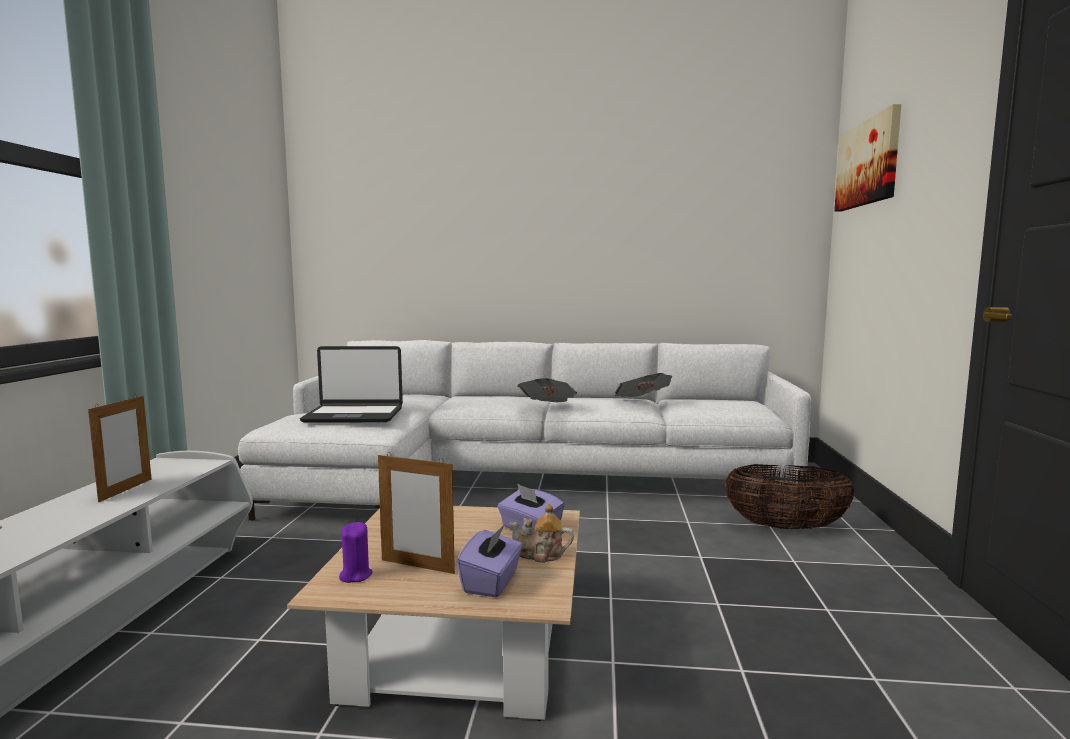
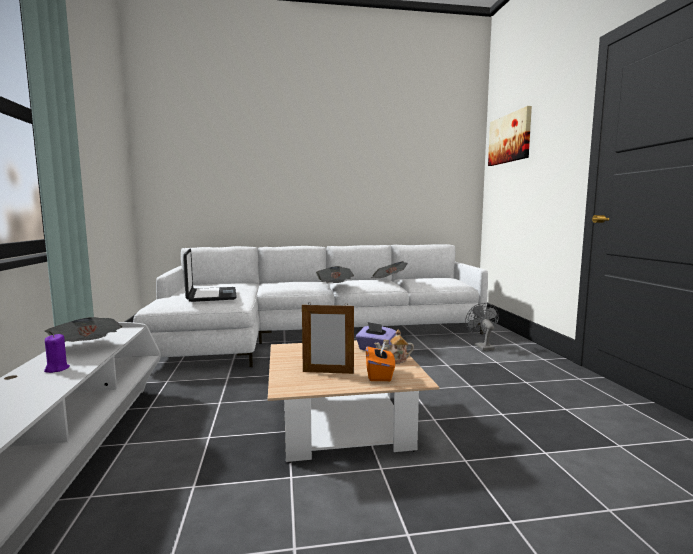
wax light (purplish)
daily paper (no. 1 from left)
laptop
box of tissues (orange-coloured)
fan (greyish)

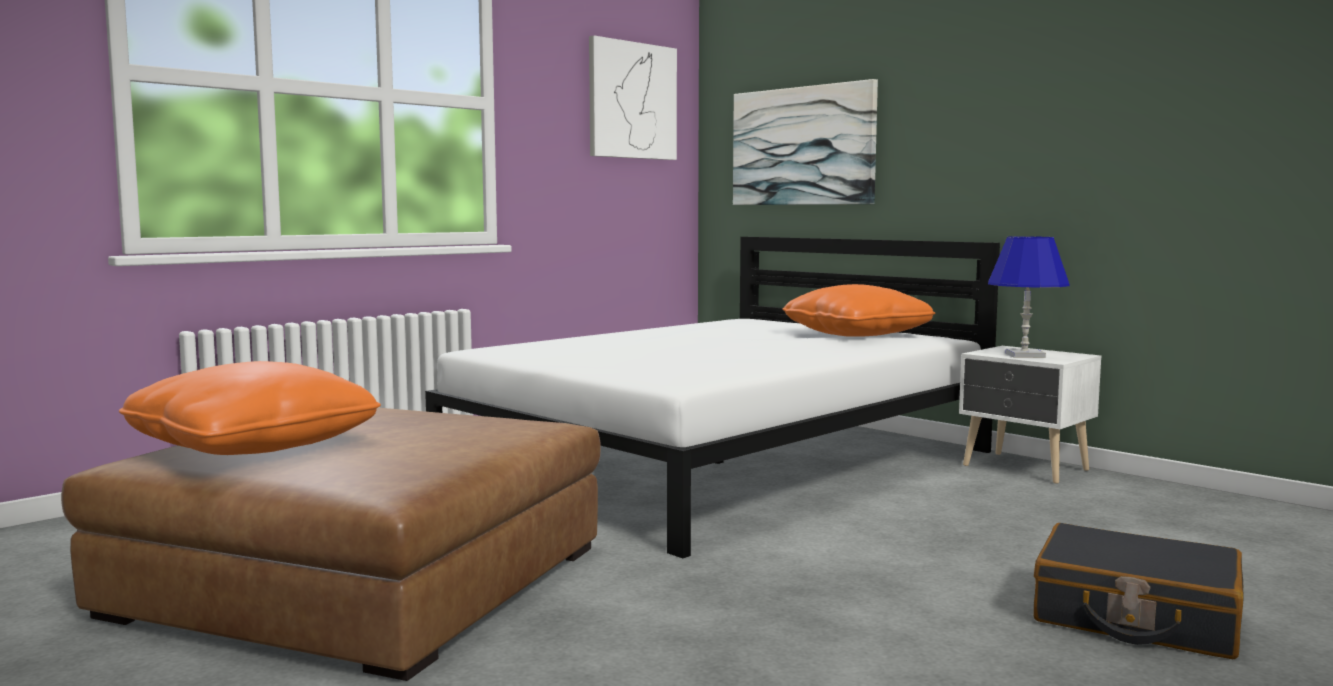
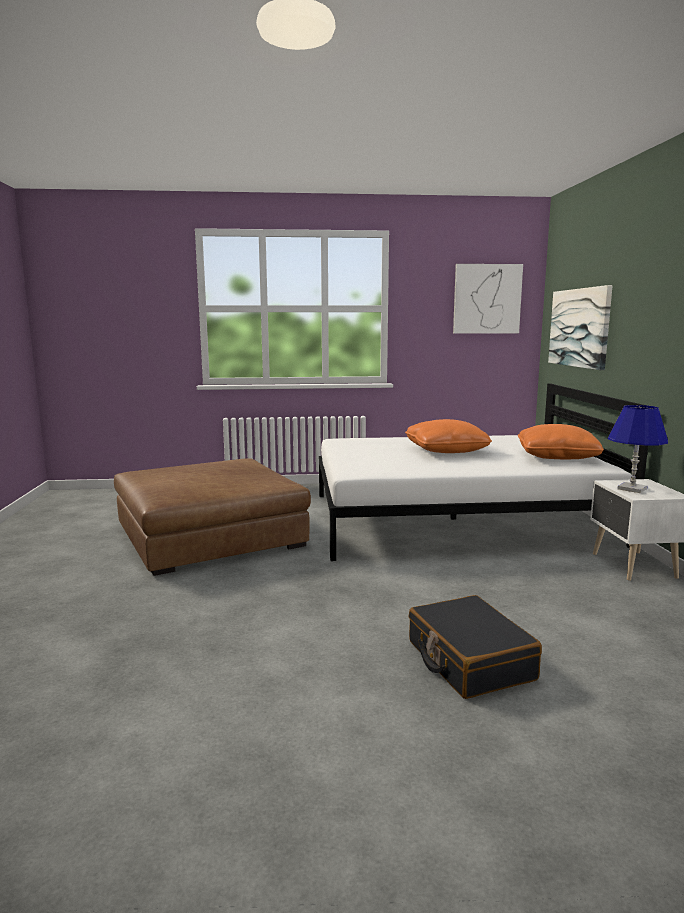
throw pillow (orange-coloured) (no. 1 from left)

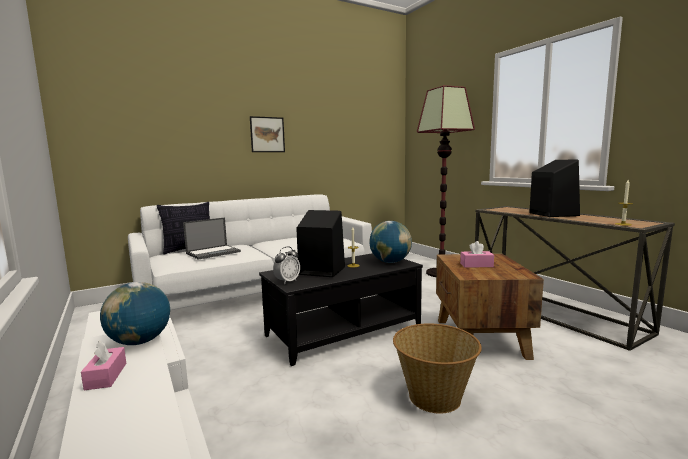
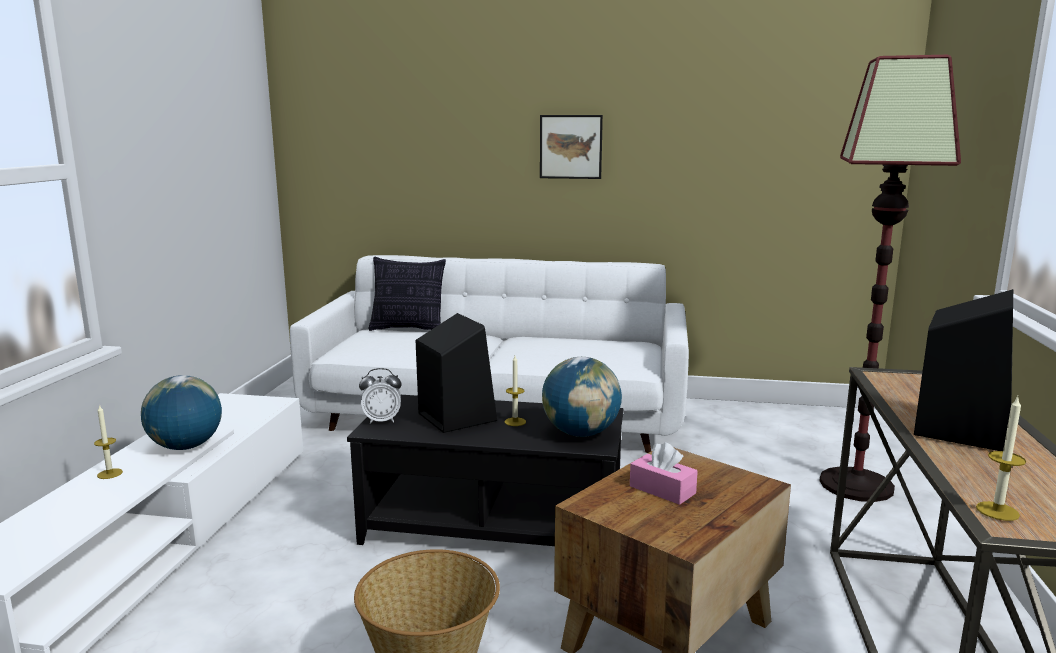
wax light (no. 1 from left)
laptop

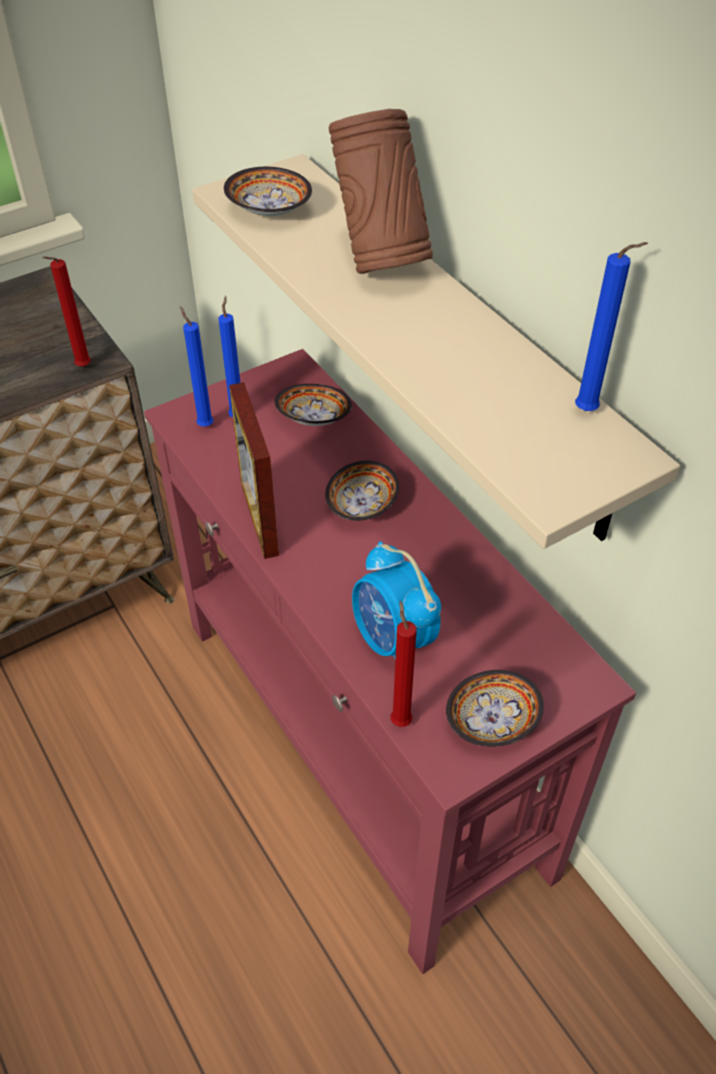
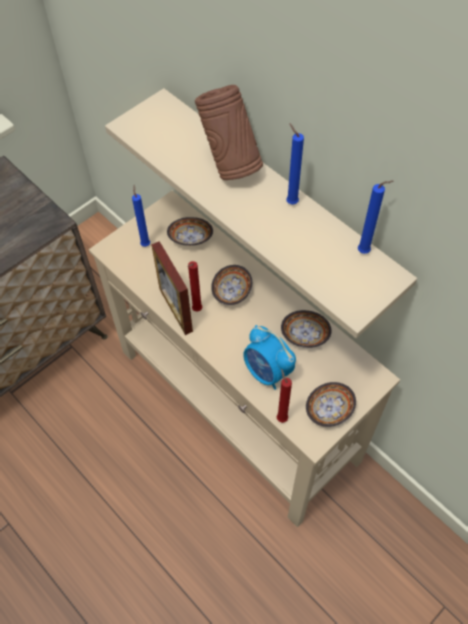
hall table (beige)
wax light (reddish) (no. 1 from left)
deep dish (no. 3 from left)
wax light (bluish) (no. 2 from left)

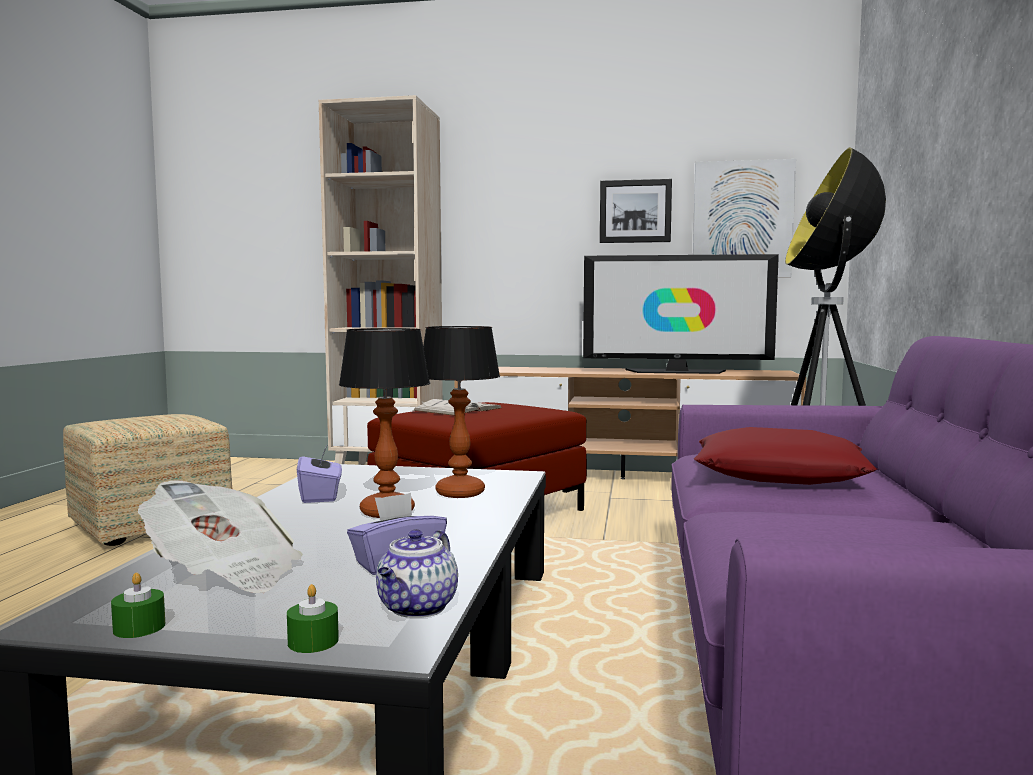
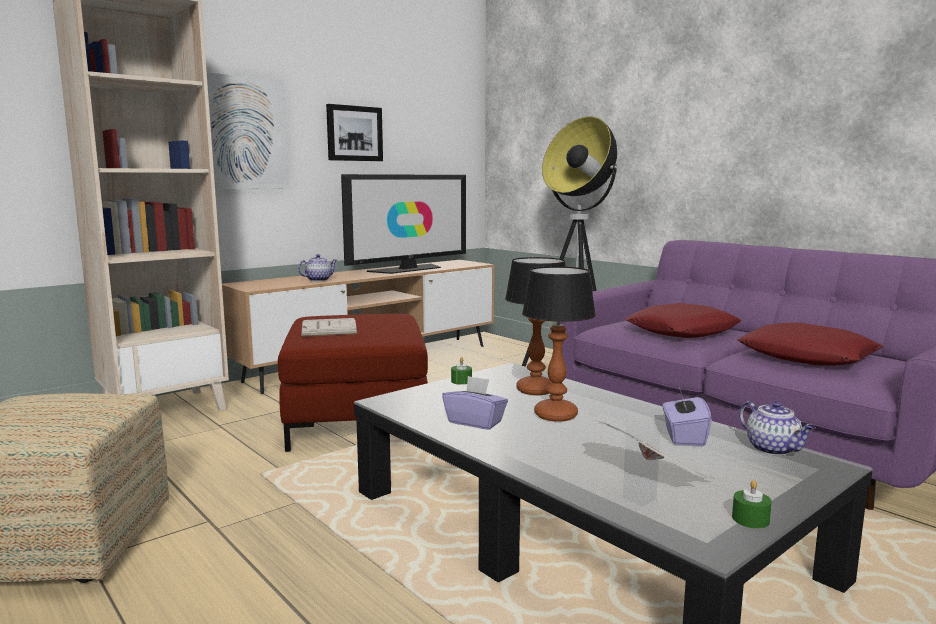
picture (no. 1 from left)
pot for tea (no. 1 from left)
wax light (green-coloured) (no. 1 from left)
throw pillow (reddish) (no. 2 from left)

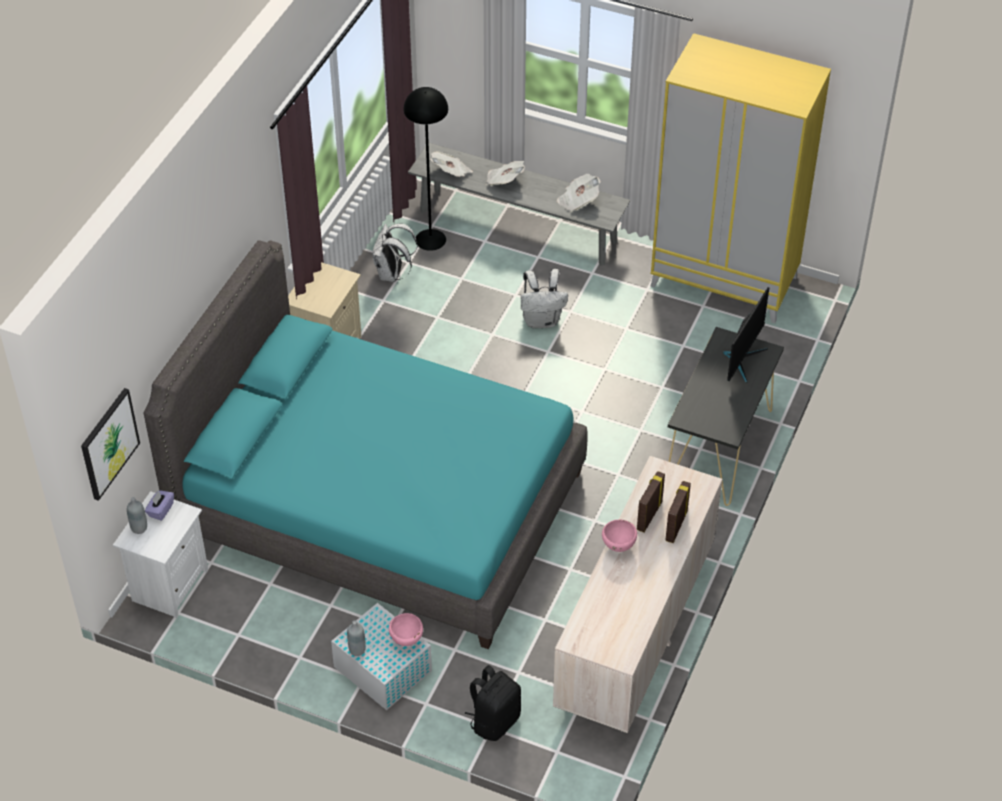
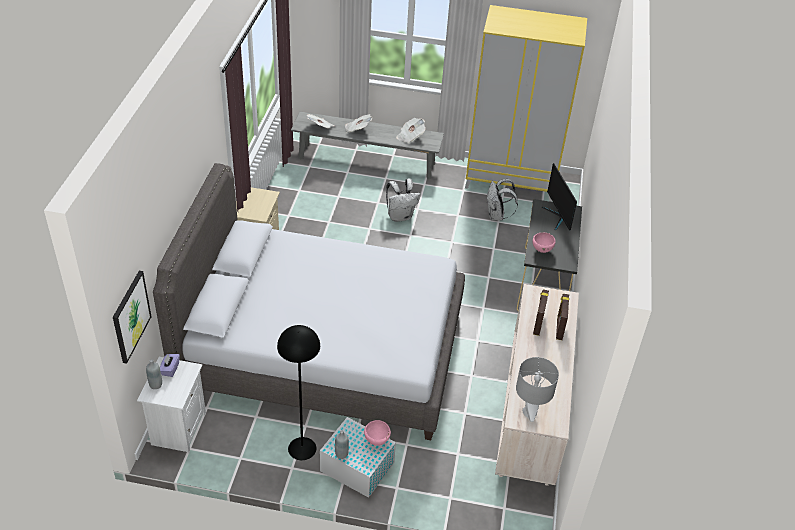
bed (greyish)
standing lamp (blackish)
knapsack (white) (no. 2 from left)
table lamp (greyish)
deep dish (pink) (no. 2 from left)
computer display
knapsack (blackish)

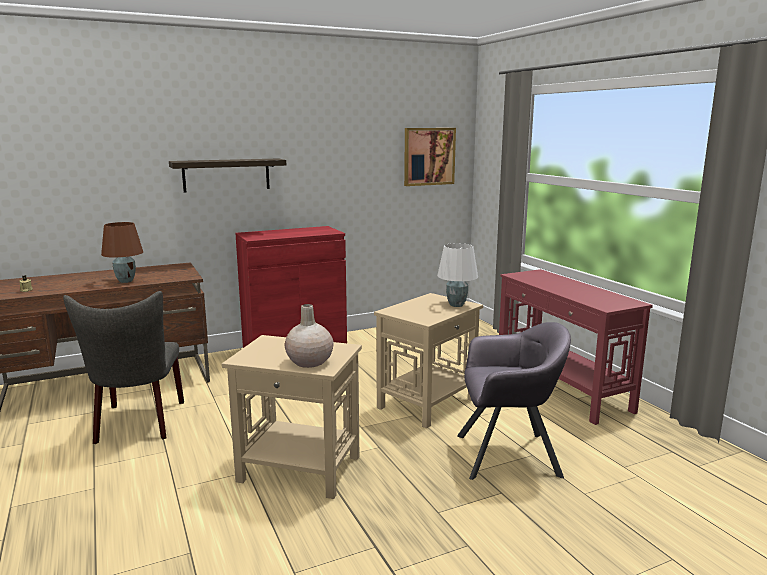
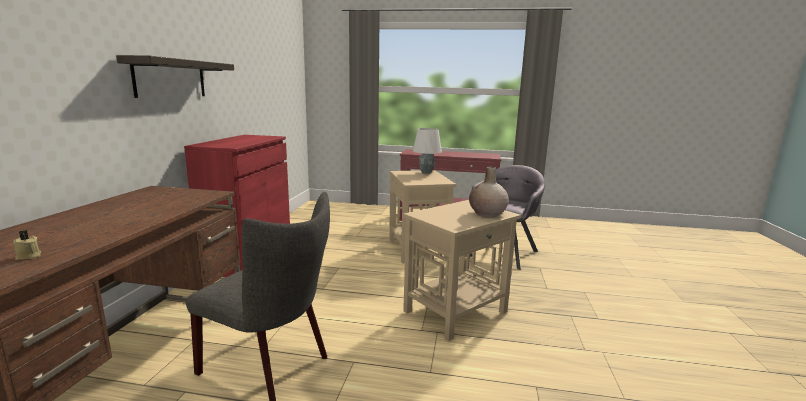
table lamp (brownish)
picture

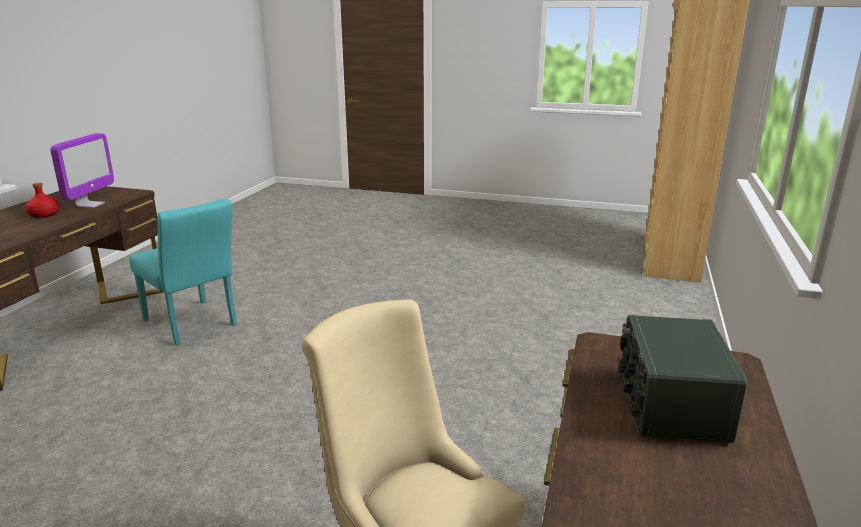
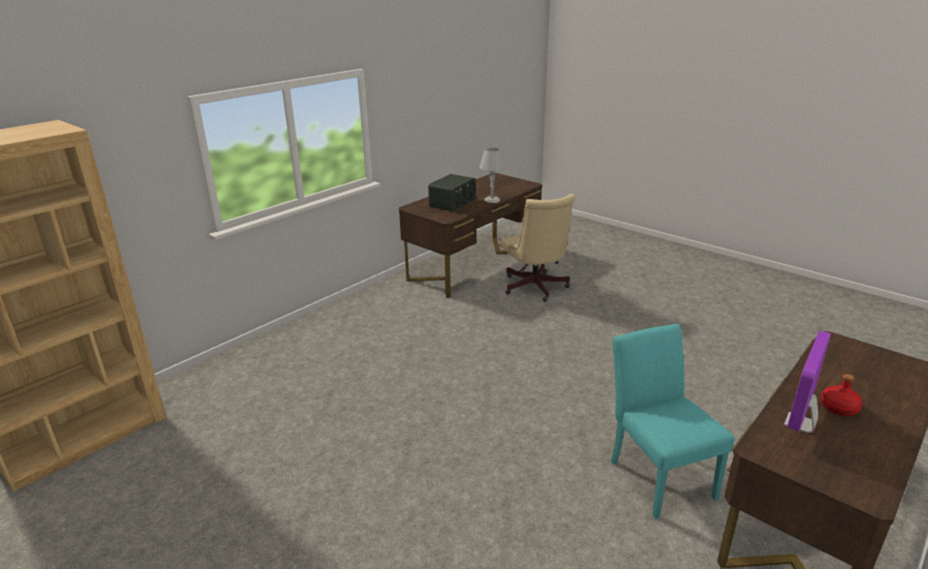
table lamp (greyish)

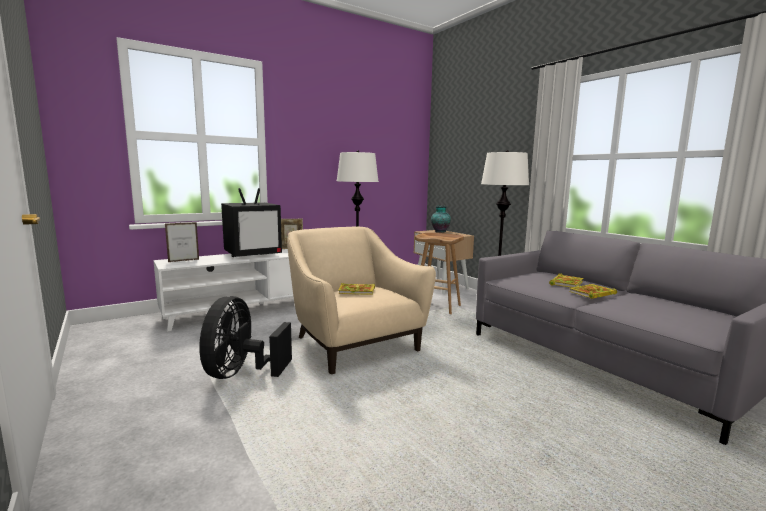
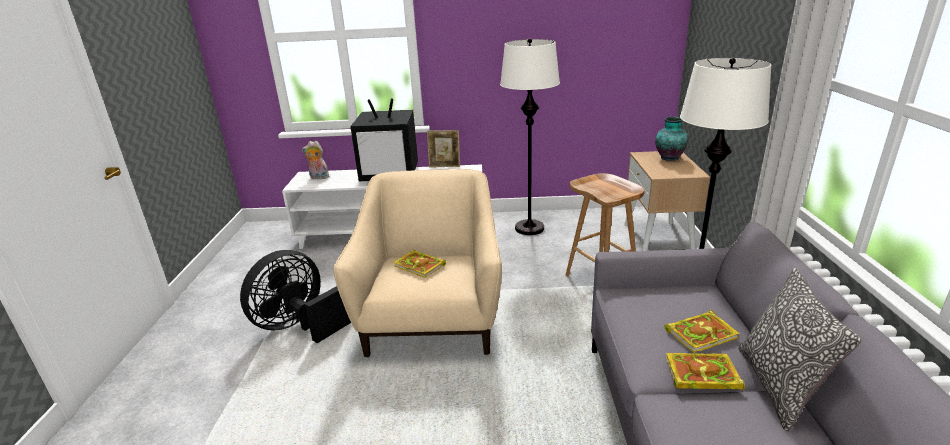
plush toy
throw pillow

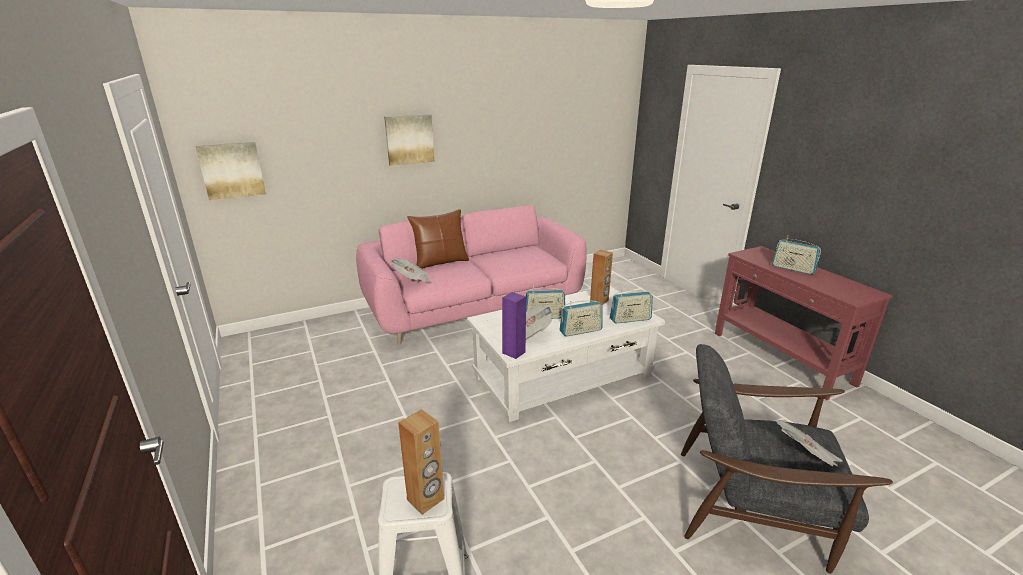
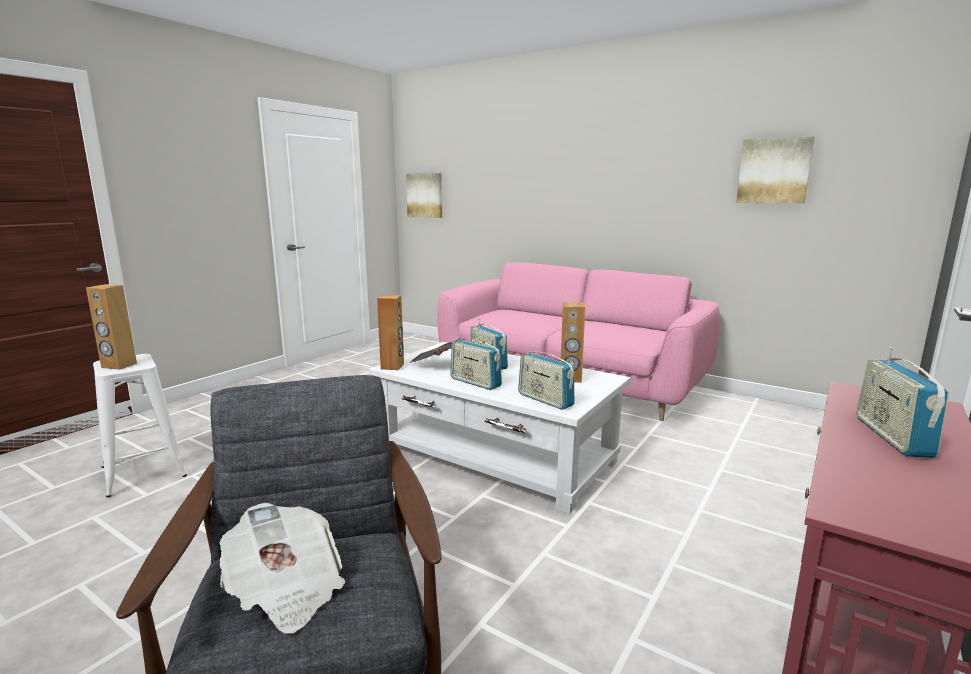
speaker (brownish) (no. 2 from left)
picture (no. 2 from left)
daily paper (no. 1 from left in the first image)
throw pillow (brownish)

